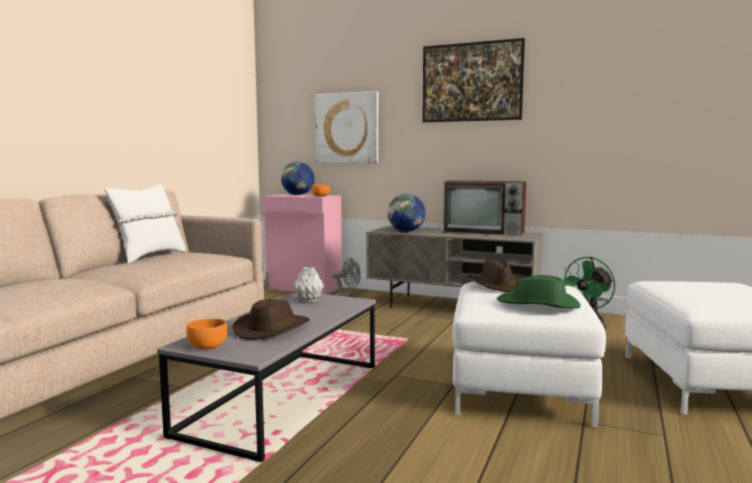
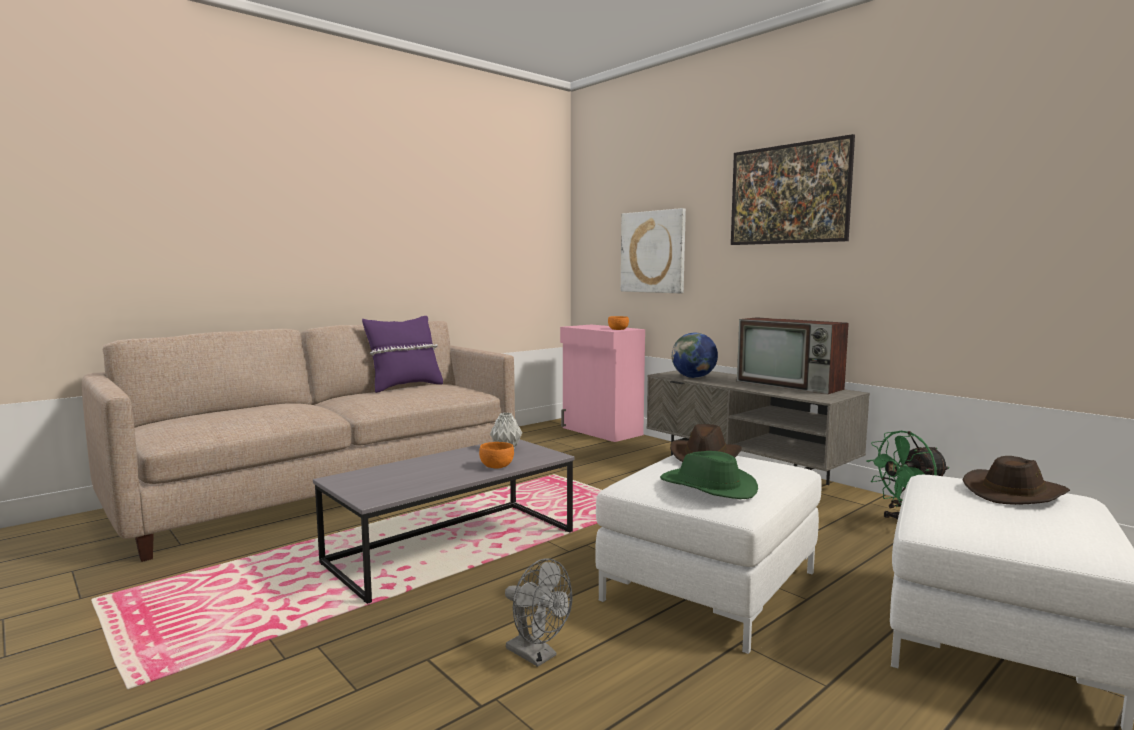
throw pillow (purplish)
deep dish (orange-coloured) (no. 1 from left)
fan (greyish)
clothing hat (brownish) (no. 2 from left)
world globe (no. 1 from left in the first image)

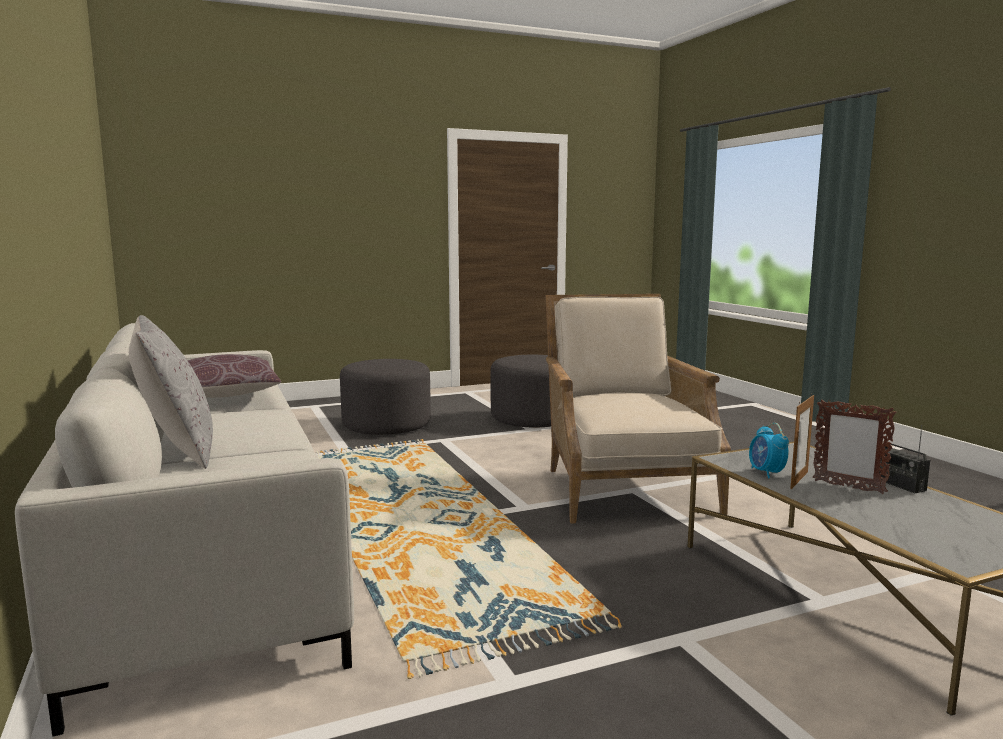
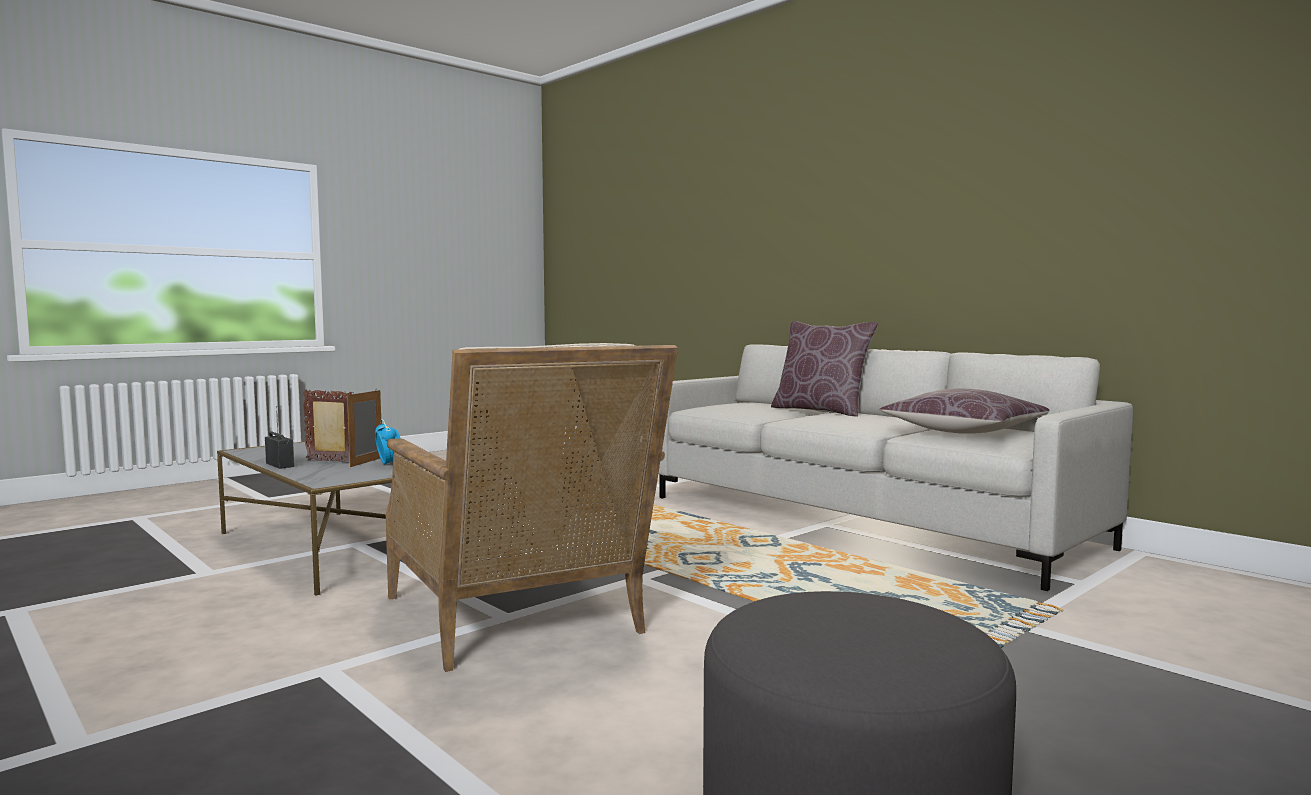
throw pillow (brownish) (no. 1 from left)
ottoman (greyish) (no. 1 from left in the first image)

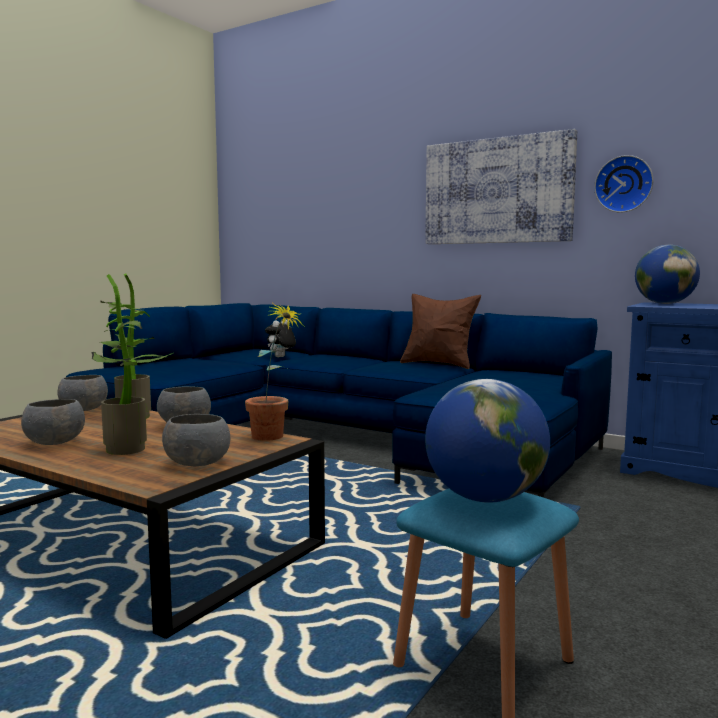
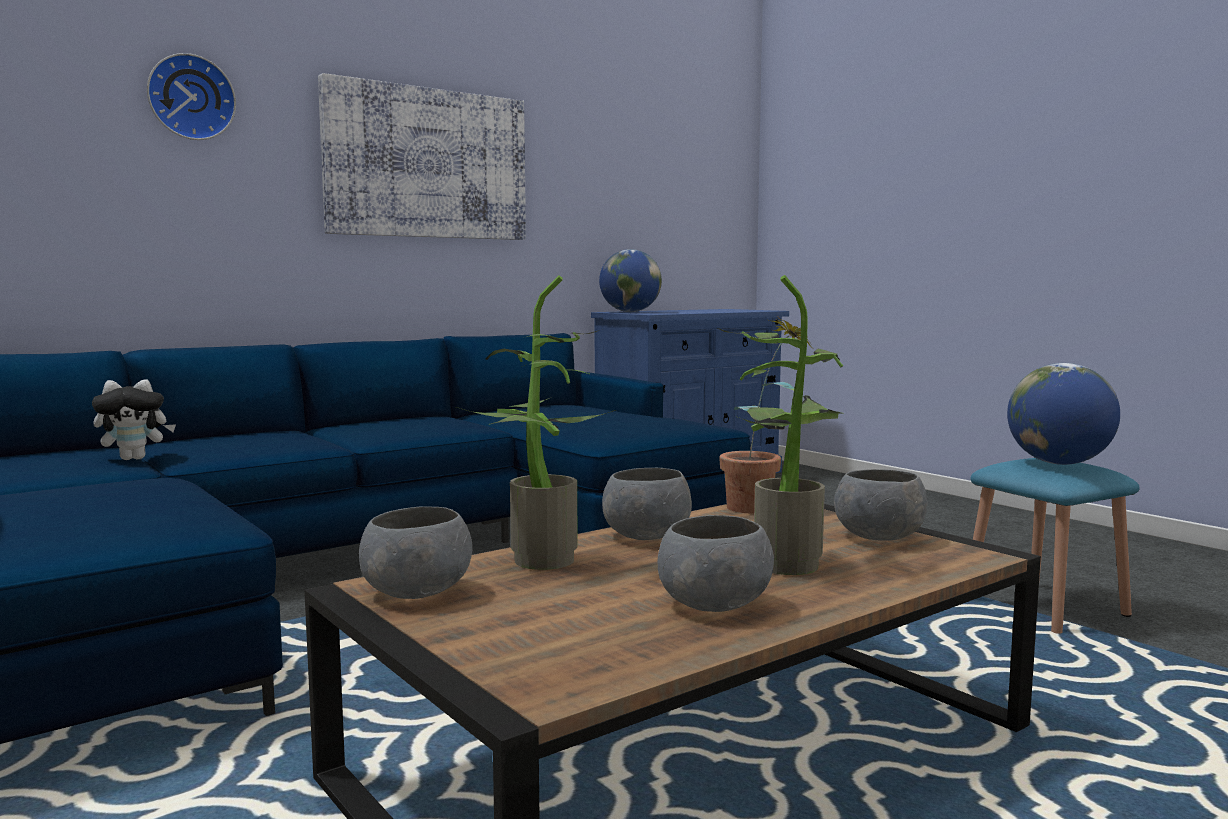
plush toy
wall clock
throw pillow (brownish)

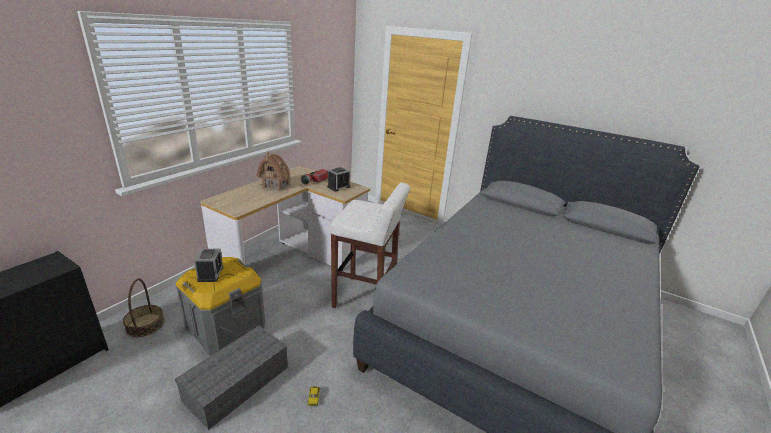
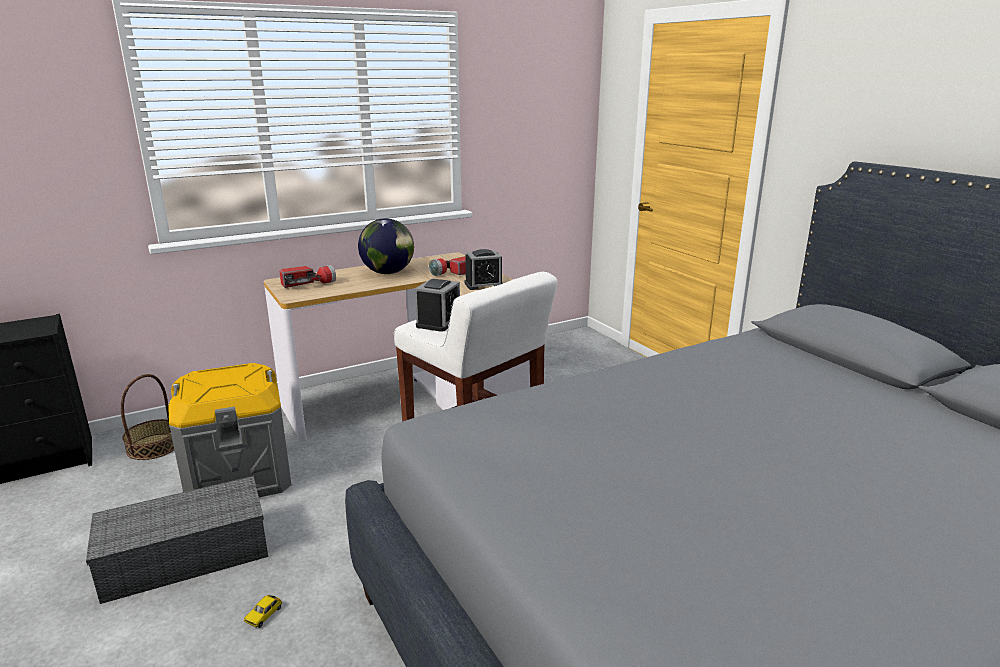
torch (no. 1 from left)
world globe
table clock (no. 1 from left)

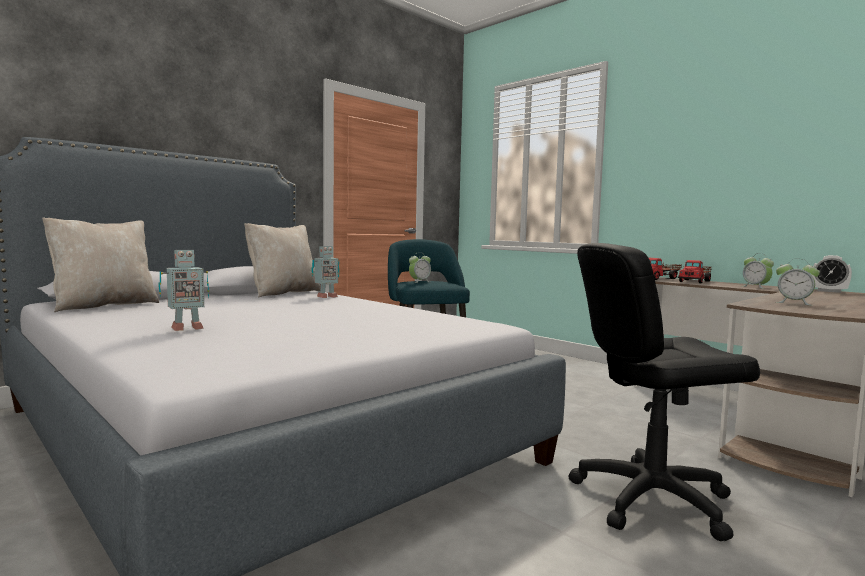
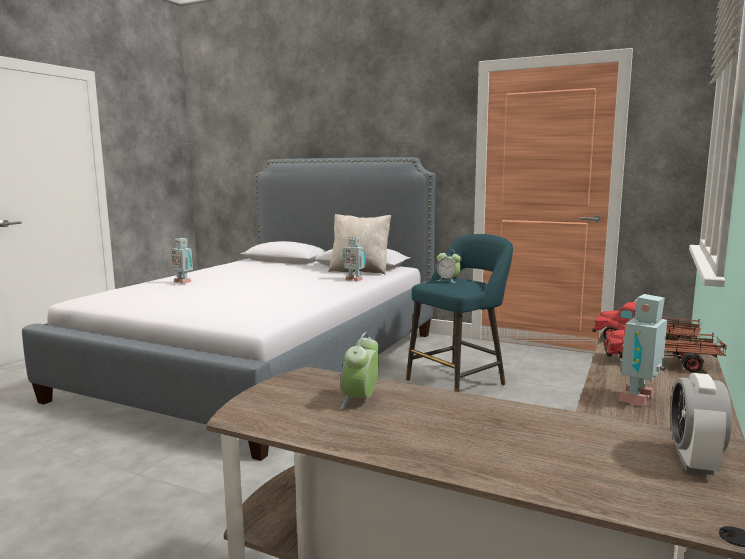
model robot (no. 3 from left)
throw pillow (beige) (no. 1 from left in the first image)
office chair (blackish)

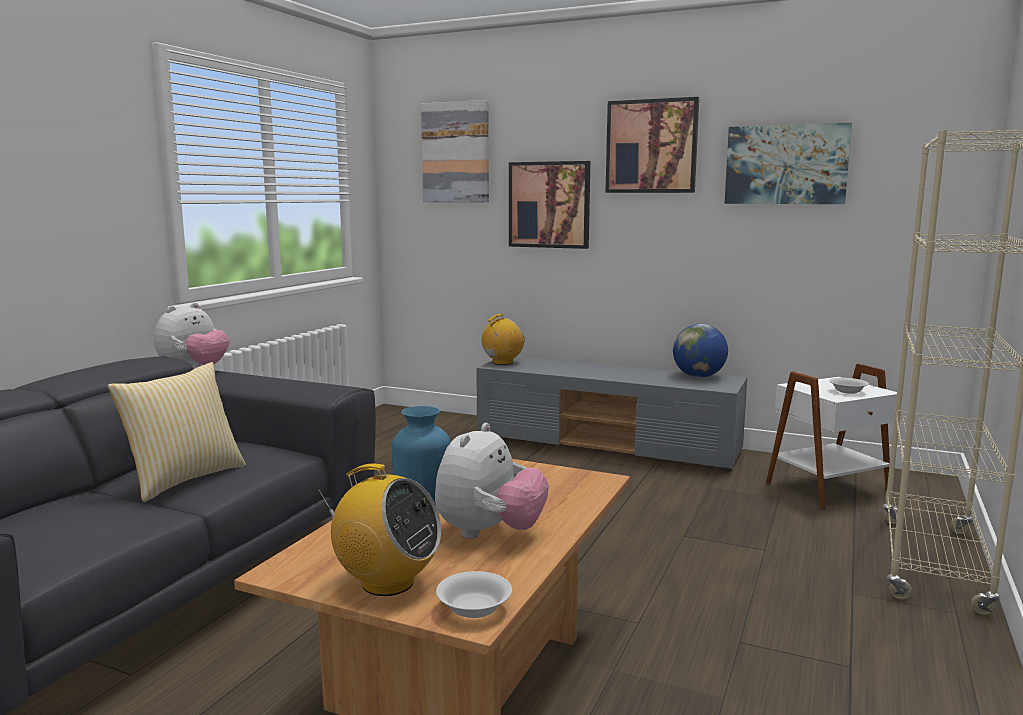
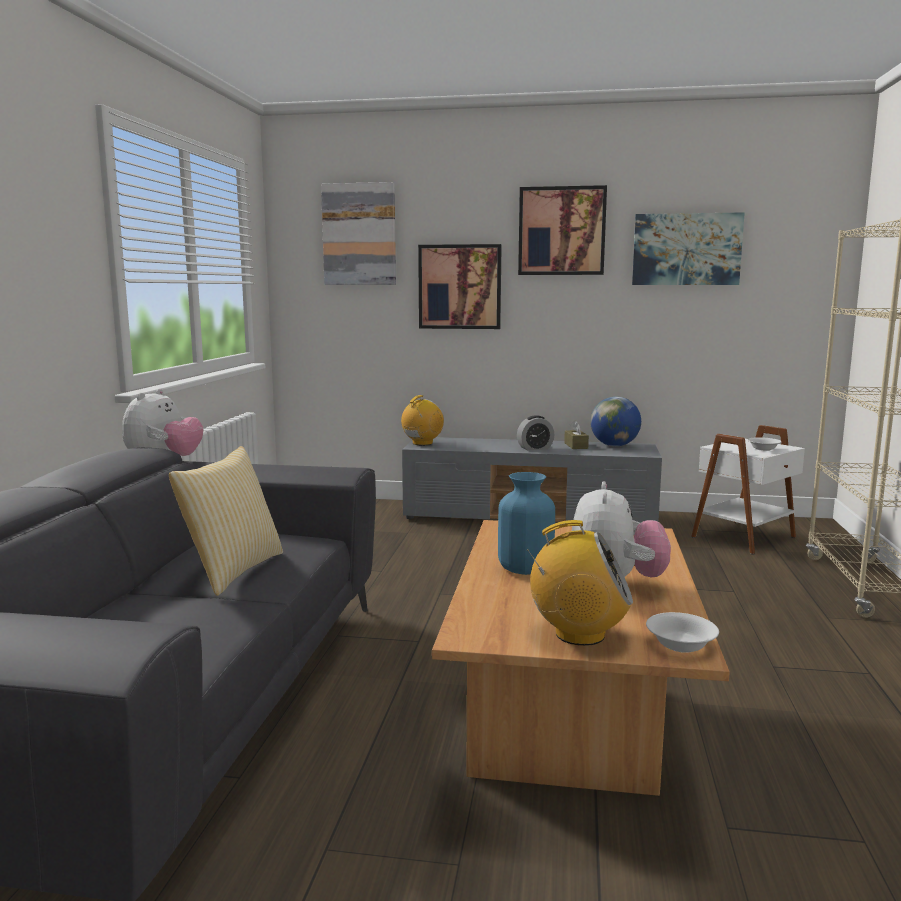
table clock
box of tissues (brownish)

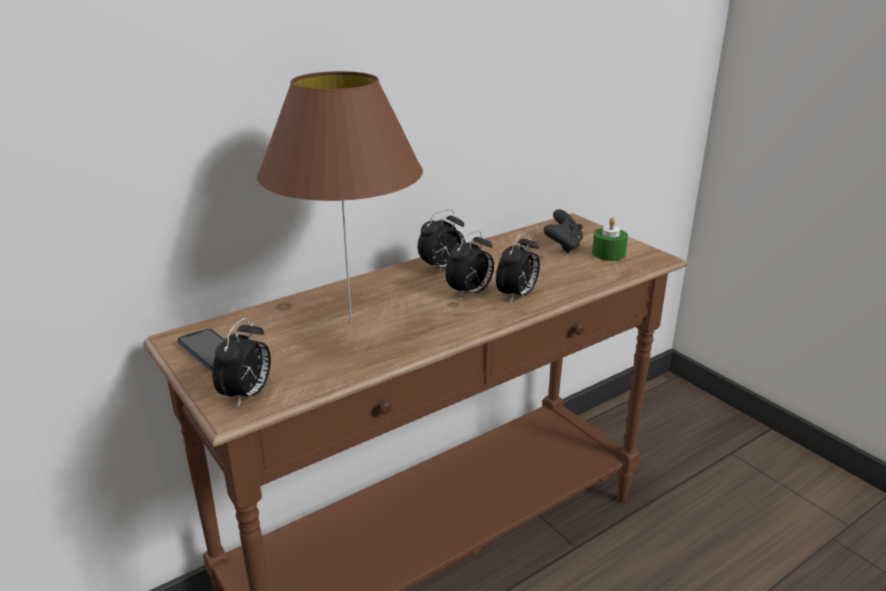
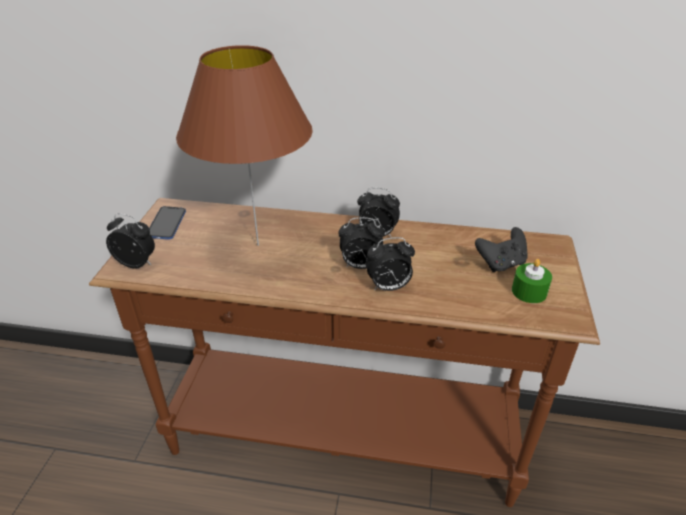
table clock (no. 1 from left)

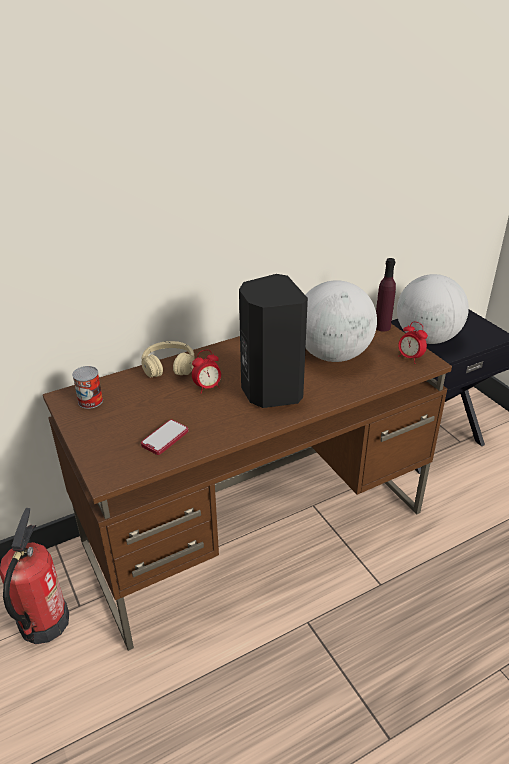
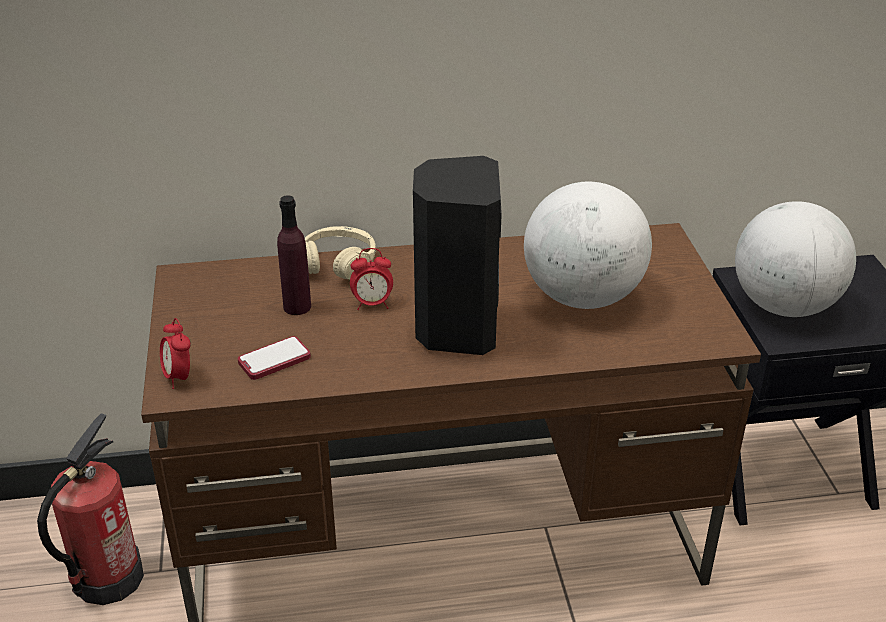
table clock (no. 1 from left)
drink bottle (purplish)
metal can

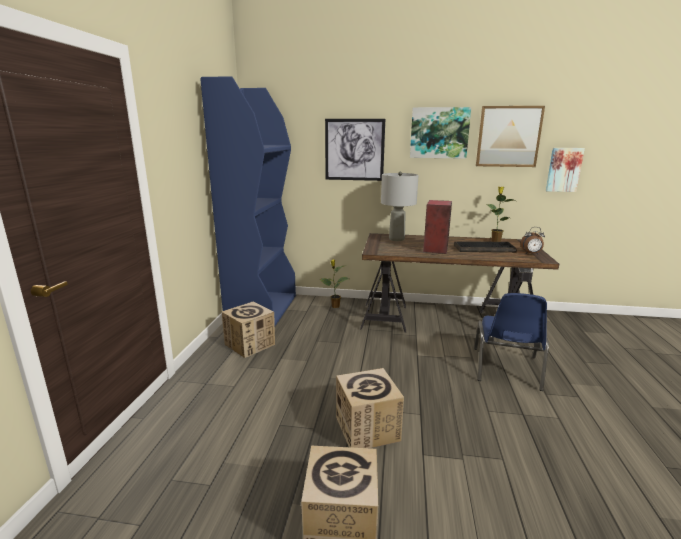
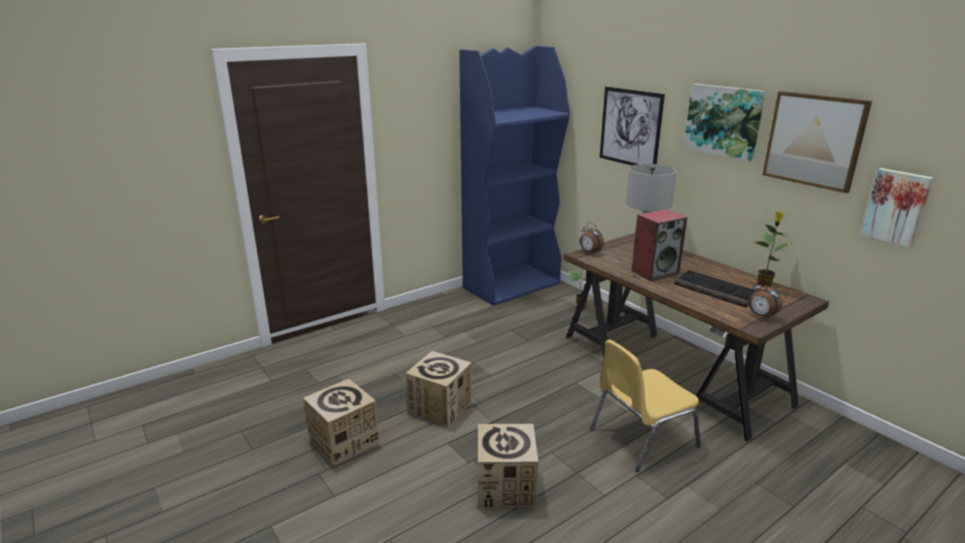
packing box (no. 3 from left)
table clock (no. 1 from left)
plain chair (yellow-coloured)

